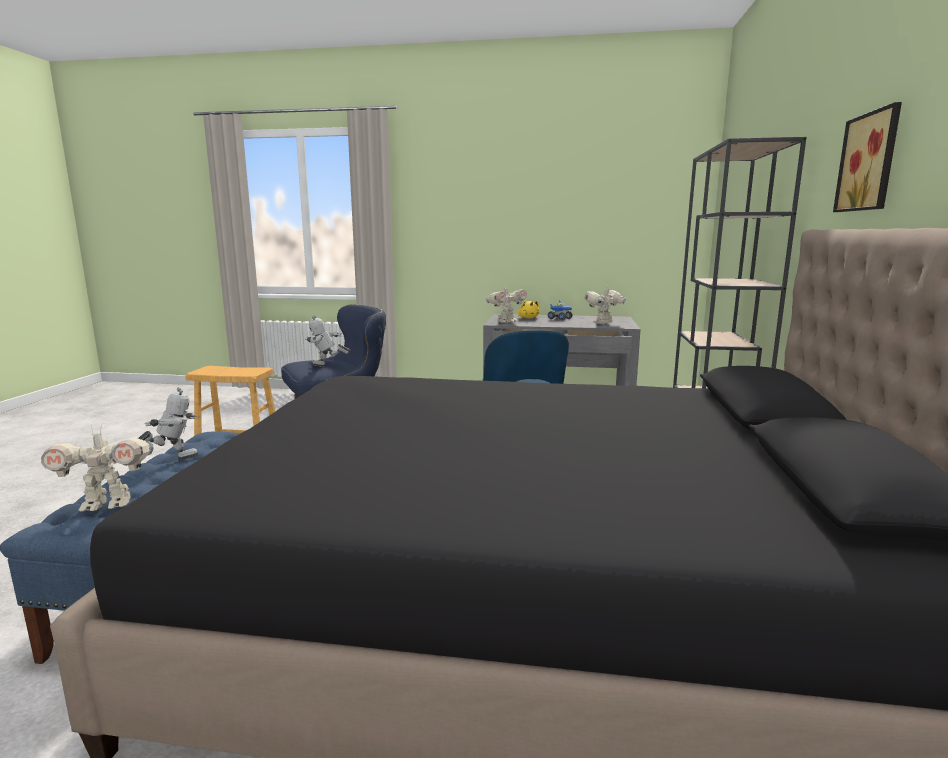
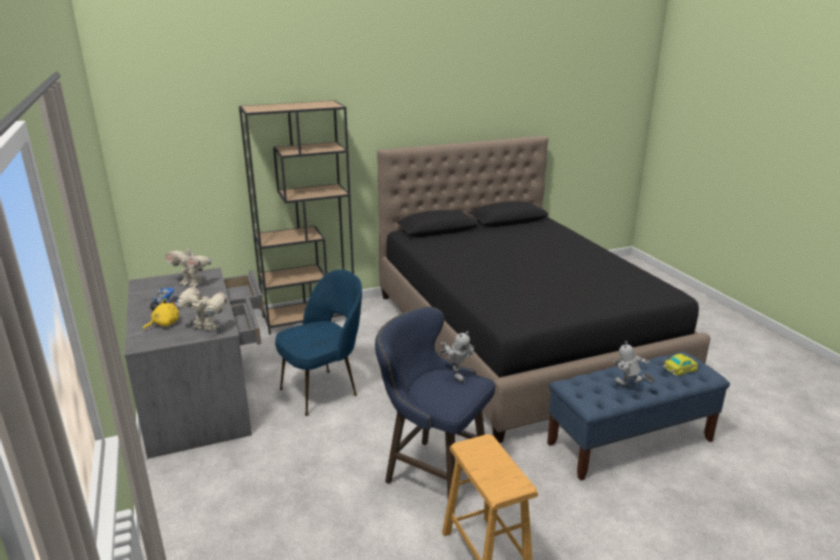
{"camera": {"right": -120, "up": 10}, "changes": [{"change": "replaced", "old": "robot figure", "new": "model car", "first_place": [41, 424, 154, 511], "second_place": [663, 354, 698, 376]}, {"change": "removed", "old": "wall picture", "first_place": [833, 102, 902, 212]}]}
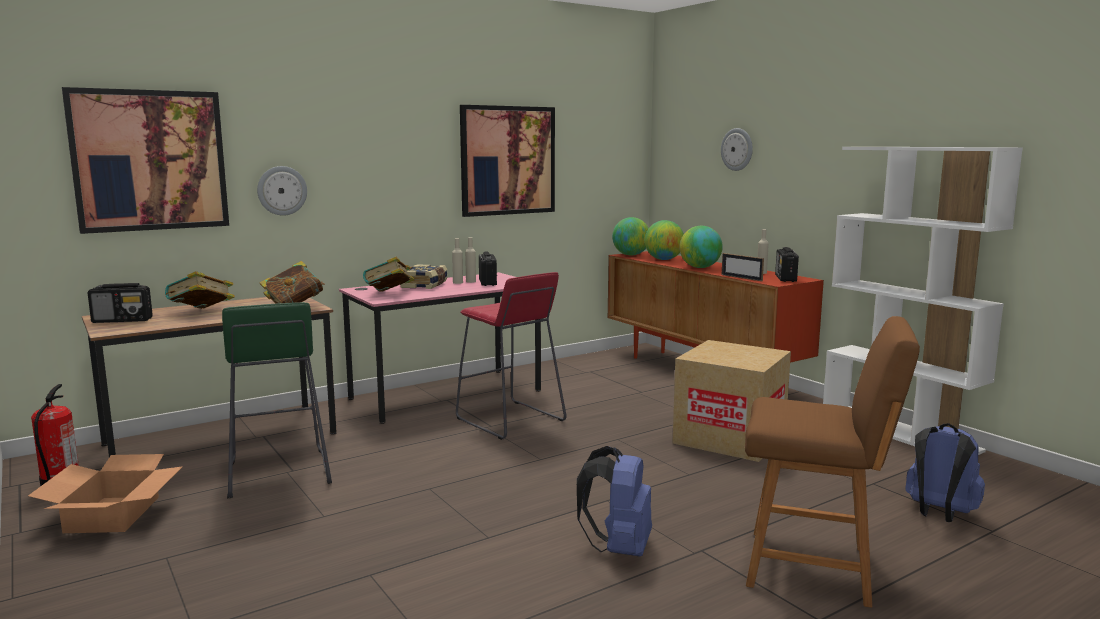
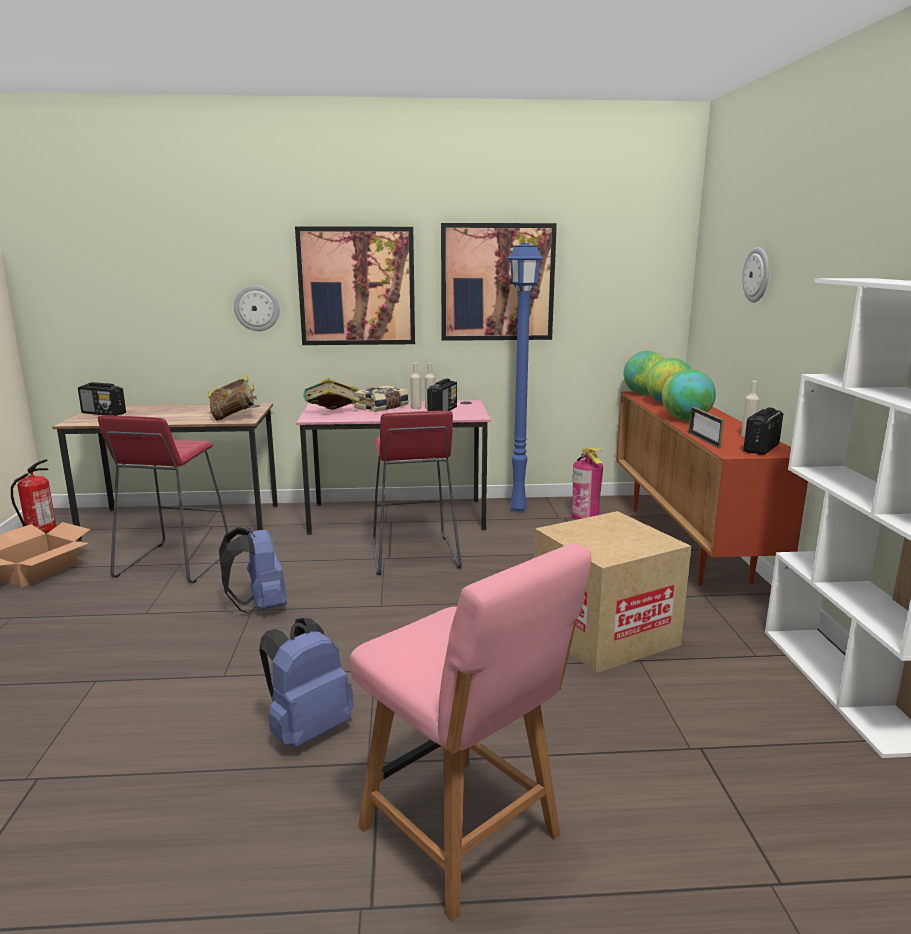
{"camera": {"right": 30, "up": 5}, "changes": [{"change": "recoloured", "old": "green-coloured stool", "new": "reddish stool", "first_place": [222, 302, 332, 498], "second_place": [98, 415, 231, 583]}, {"change": "moved", "old": "blue-coloured knapsack", "first_place": [905, 423, 985, 522], "second_place": [219, 527, 287, 614]}, {"change": "moved", "old": "wall picture", "first_place": [62, 87, 229, 234], "second_place": [295, 226, 415, 345]}, {"change": "recoloured", "old": "brown chair", "new": "pinkish chair", "first_place": [745, 316, 920, 608], "second_place": [350, 543, 591, 921]}, {"change": "added", "new": "blue-coloured standing lamp", "second_place": [507, 243, 544, 513]}, {"change": "added", "new": "fire extinguisher", "second_place": [572, 448, 603, 520]}, {"change": "removed", "old": "bound book", "first_place": [165, 271, 235, 309]}]}
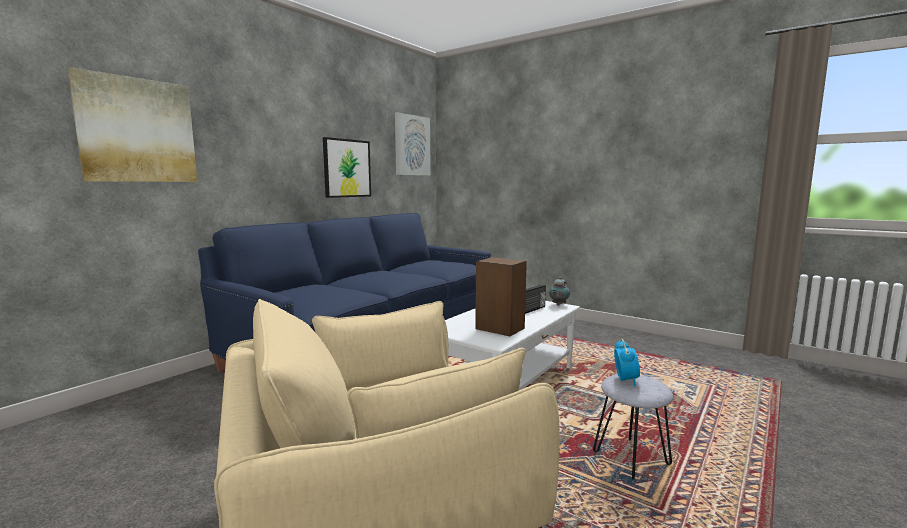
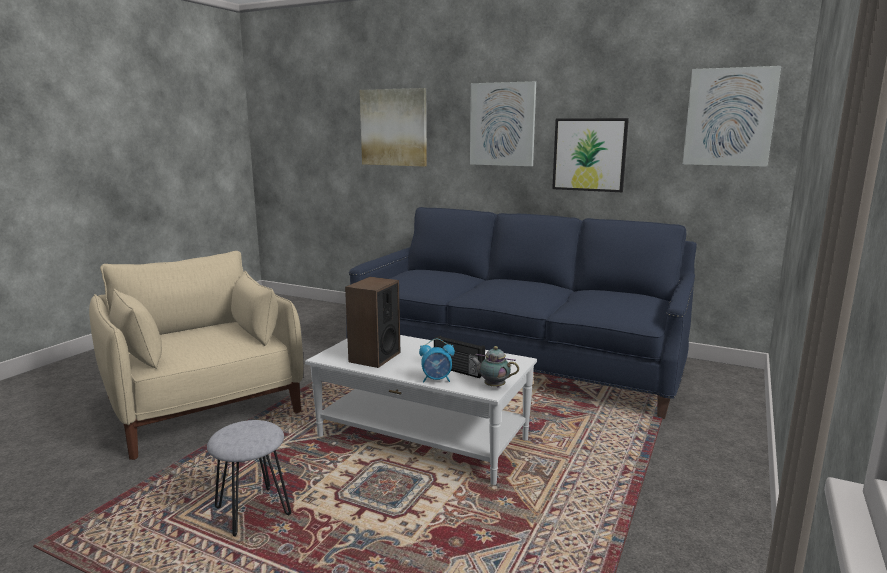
{"camera": {"right": 80, "up": 5}, "changes": [{"change": "moved", "old": "table clock", "first_place": [614, 339, 640, 386], "second_place": [419, 339, 455, 382]}, {"change": "added", "new": "wall picture", "second_place": [470, 81, 536, 166]}]}
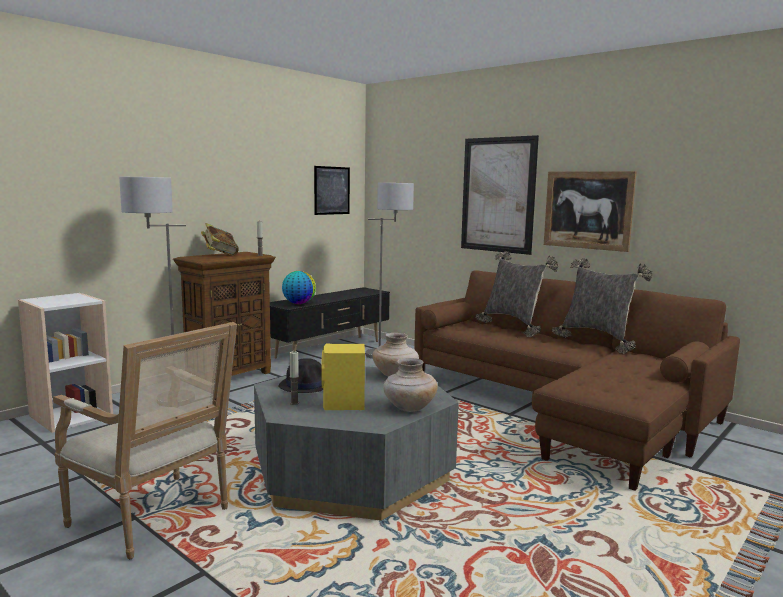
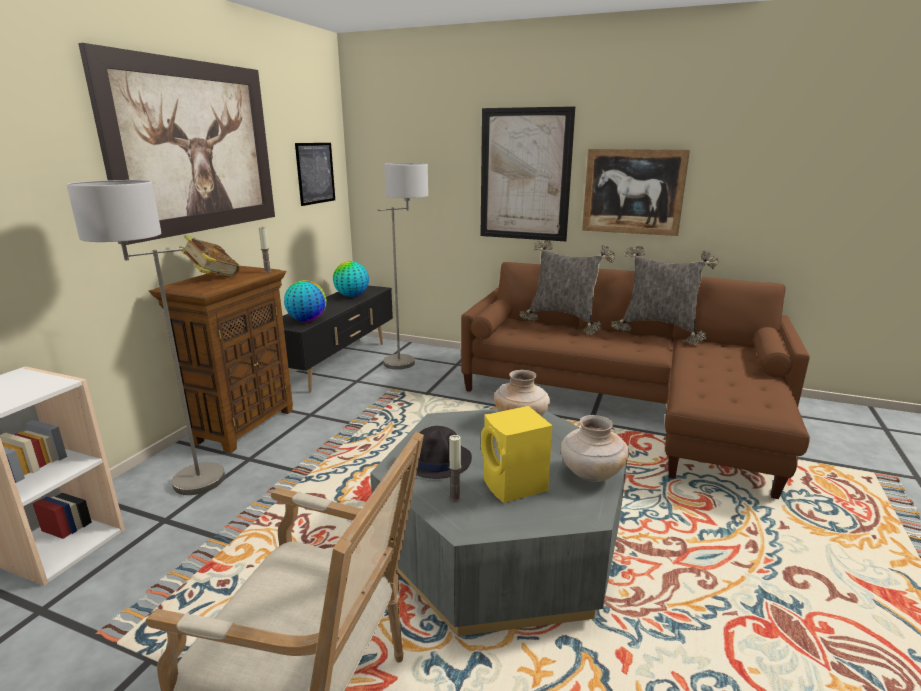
{"camera": {"right": -20, "up": 10}, "changes": [{"change": "added", "new": "wall picture", "second_place": [78, 43, 275, 245]}, {"change": "added", "new": "world globe", "second_place": [333, 261, 369, 297]}]}
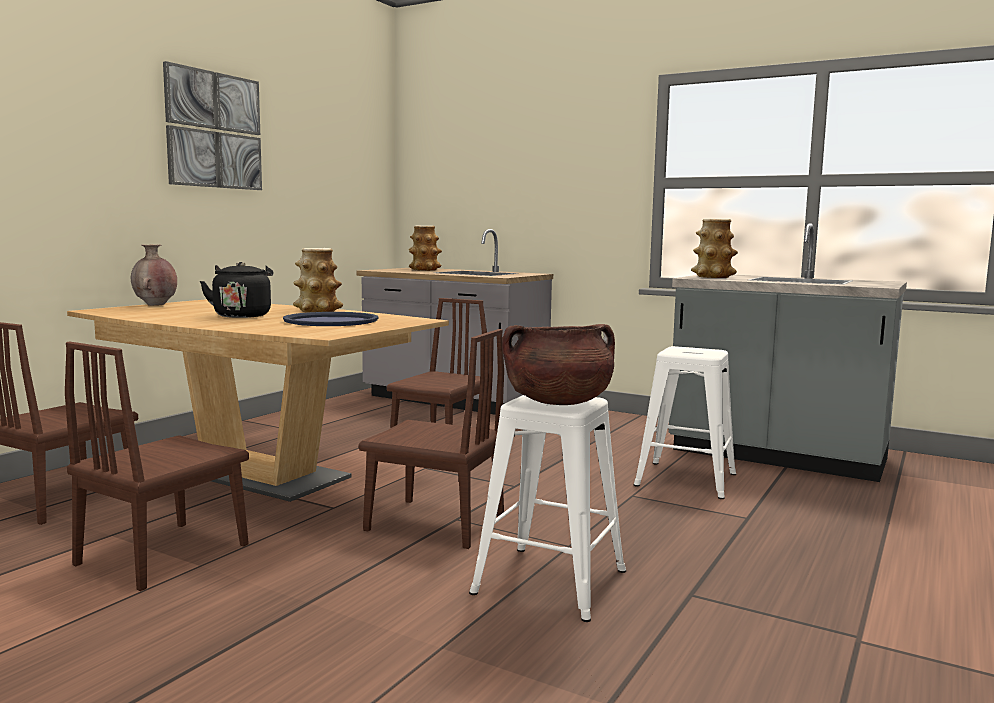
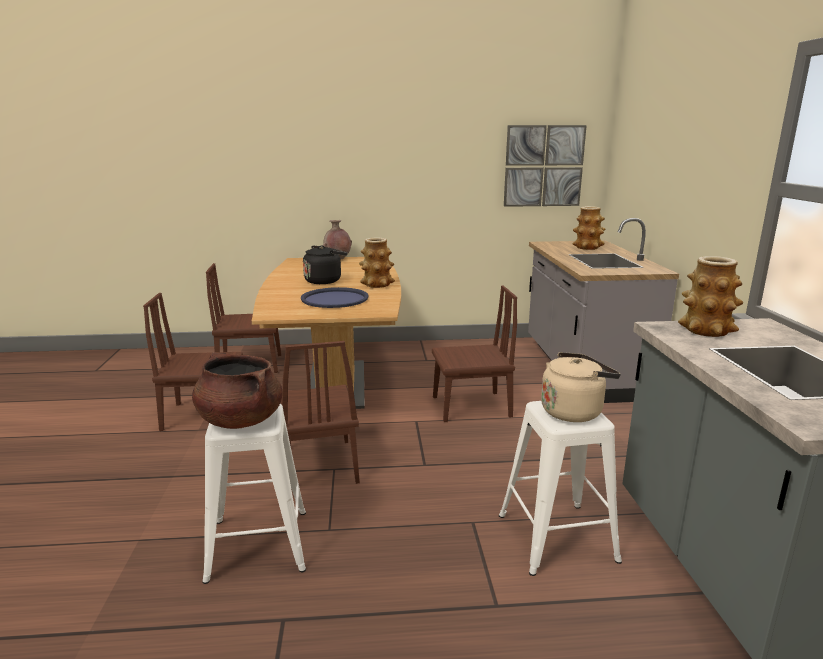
{"camera": {"right": 55, "up": 10}, "changes": [{"change": "moved", "old": "wall picture", "first_place": [163, 61, 262, 190], "second_place": [504, 125, 587, 207]}, {"change": "added", "new": "beige-coloured water kettle", "second_place": [541, 352, 621, 422]}]}
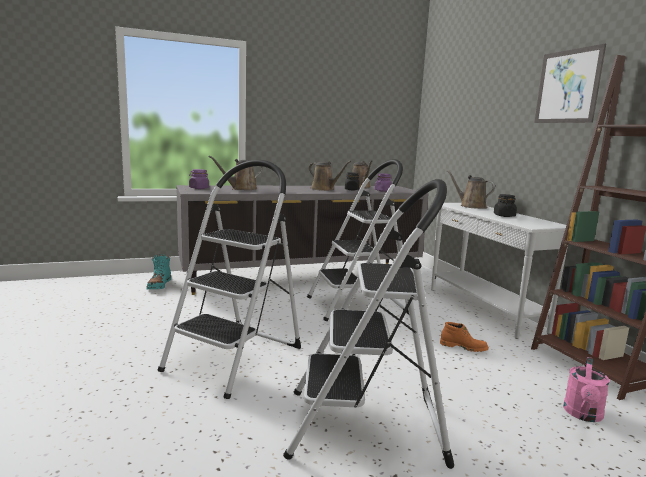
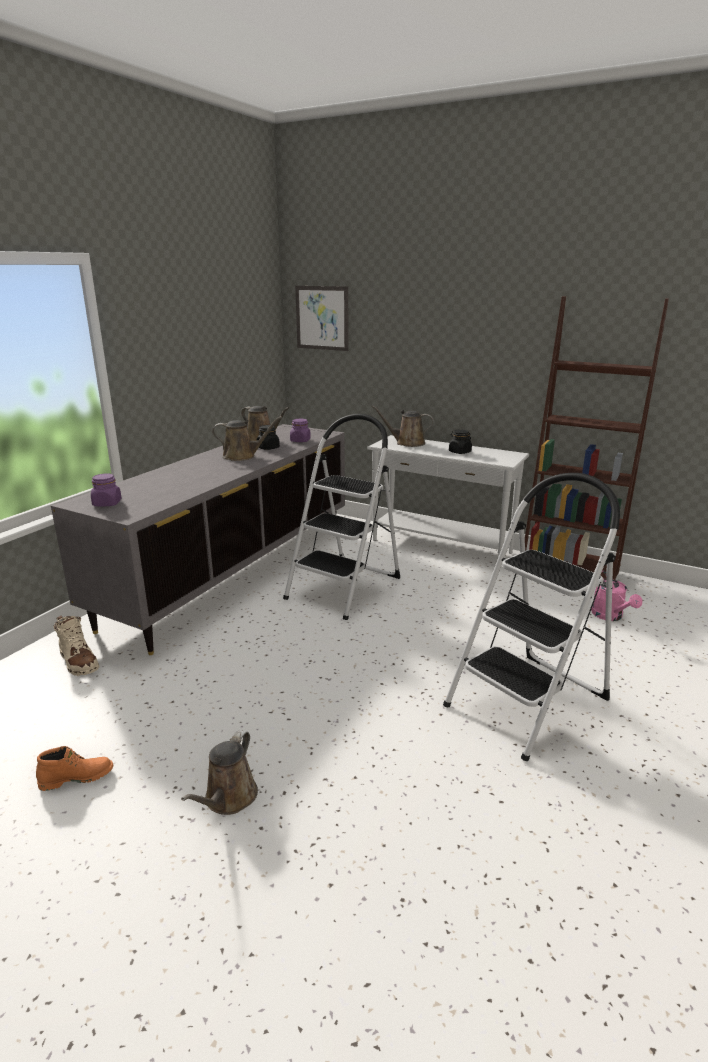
{"camera": {"right": -40, "up": 10}, "changes": [{"change": "moved", "old": "orange-coloured boot", "first_place": [440, 322, 489, 352], "second_place": [36, 746, 114, 791]}, {"change": "recoloured", "old": "turquoise boot", "new": "beige-coloured boot", "first_place": [147, 254, 171, 289], "second_place": [54, 616, 99, 676]}, {"change": "moved", "old": "brown watering can", "first_place": [209, 156, 263, 190], "second_place": [181, 730, 258, 815]}, {"change": "moved", "old": "wall picture", "first_place": [534, 44, 606, 123], "second_place": [295, 286, 349, 351]}, {"change": "removed", "old": "step ladder", "first_place": [157, 160, 301, 399]}]}
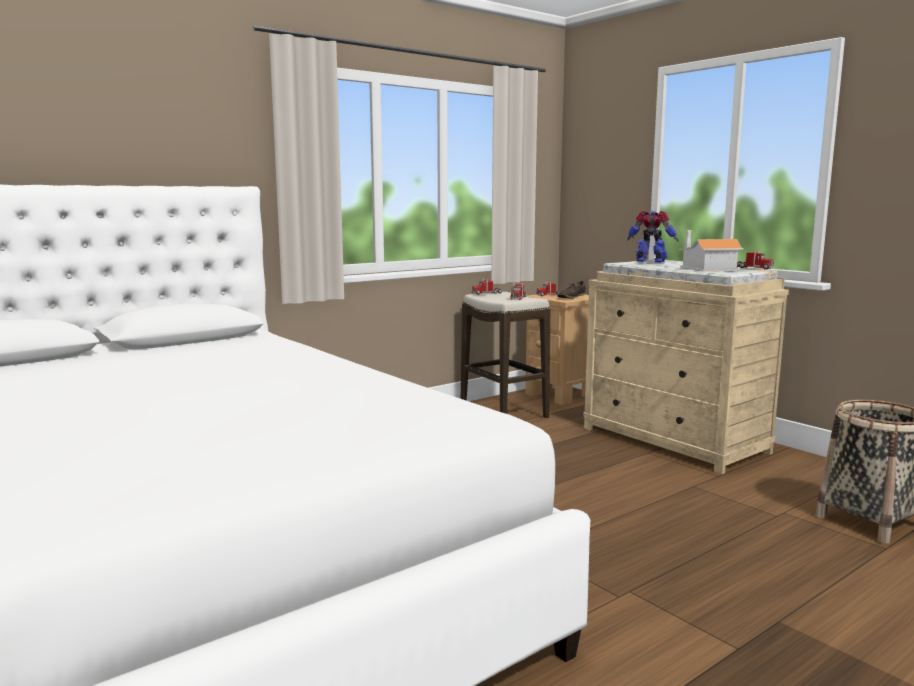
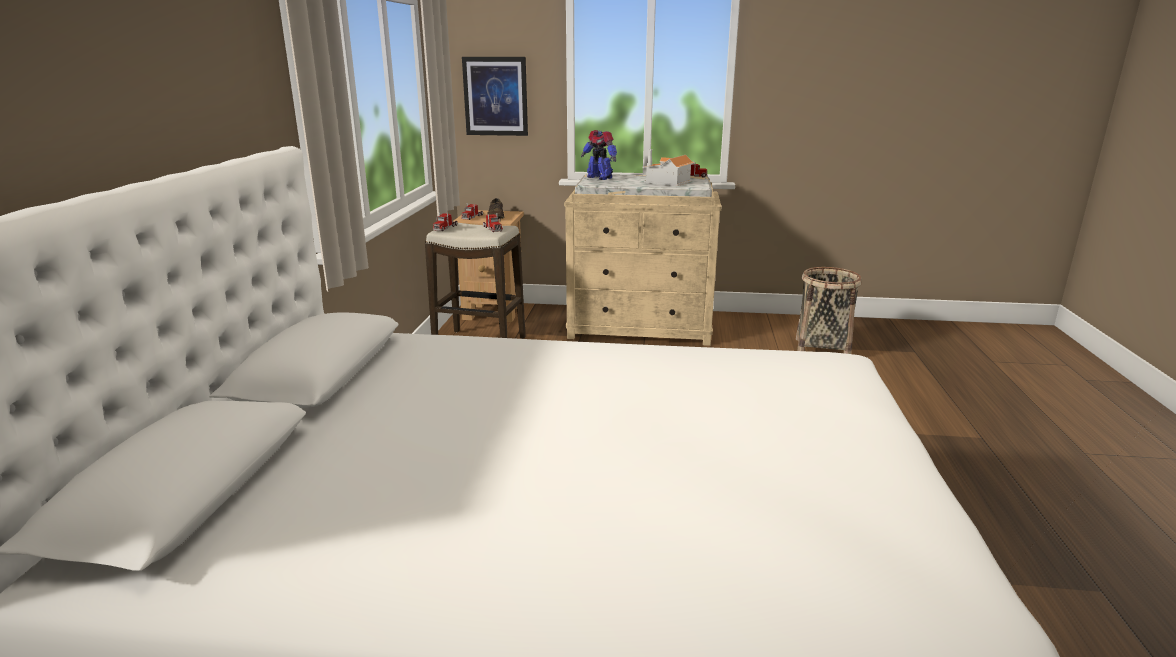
{"camera": {"right": -45, "up": 10}, "changes": [{"change": "added", "new": "wall picture", "second_place": [462, 57, 528, 136]}, {"change": "turned", "old": "robot figure", "first_place": [627, 211, 679, 262], "second_place": [581, 130, 617, 180], "degrees": -120}]}
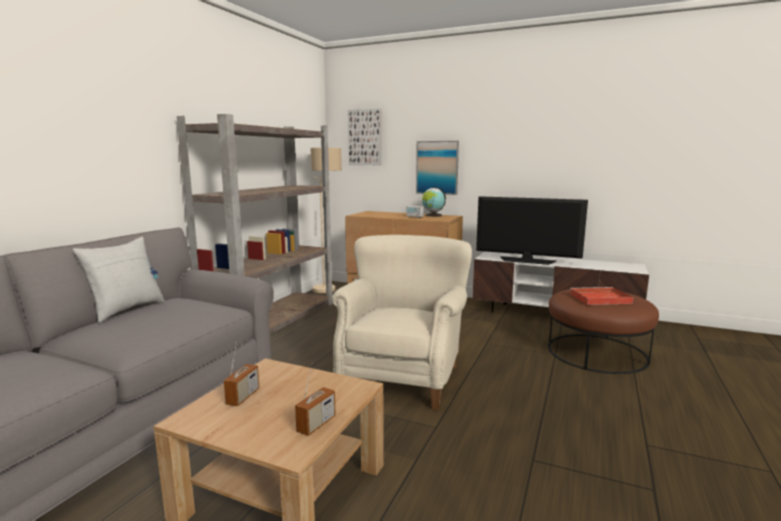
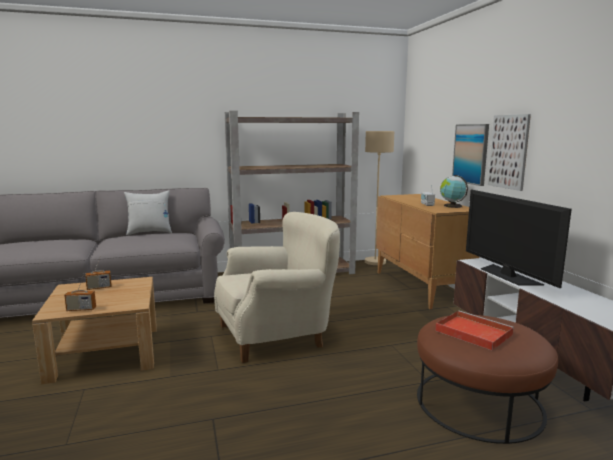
{"camera": {"right": 50, "up": 0}, "changes": [{"change": "moved", "old": "wall picture", "first_place": [348, 108, 382, 165], "second_place": [488, 114, 531, 191]}]}
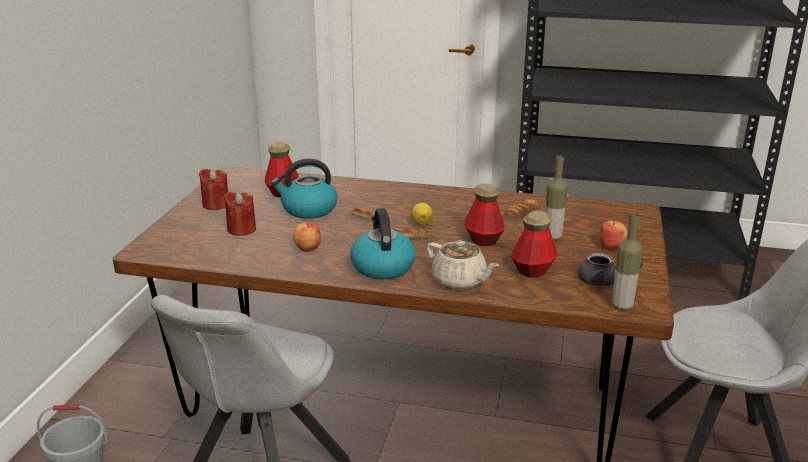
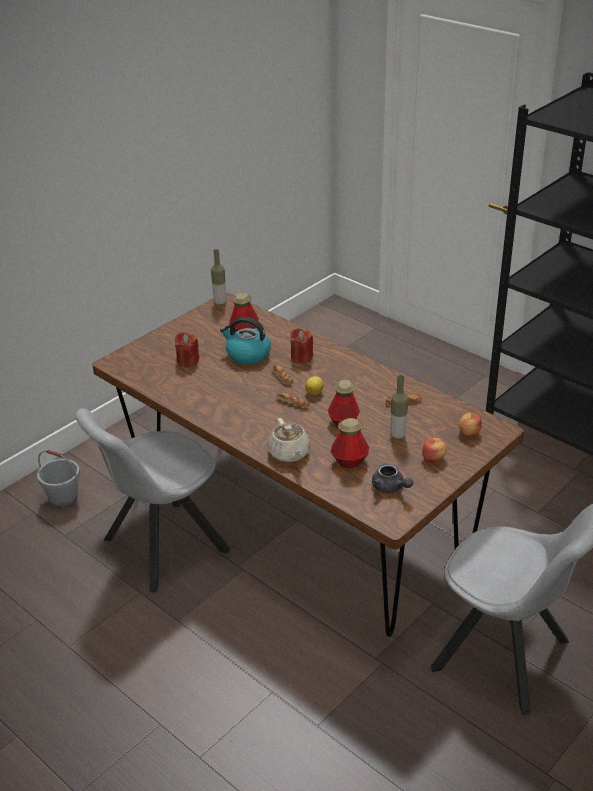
{"camera": {"right": 30, "up": 10}, "changes": [{"change": "moved", "old": "drink bottle", "first_place": [612, 213, 643, 311], "second_place": [211, 249, 226, 306]}, {"change": "moved", "old": "reddish wax candle", "first_place": [199, 168, 228, 210], "second_place": [291, 328, 313, 364]}, {"change": "moved", "old": "whole apple", "first_place": [293, 221, 321, 252], "second_place": [458, 413, 482, 437]}, {"change": "removed", "old": "water kettle", "first_place": [350, 208, 416, 279]}]}
